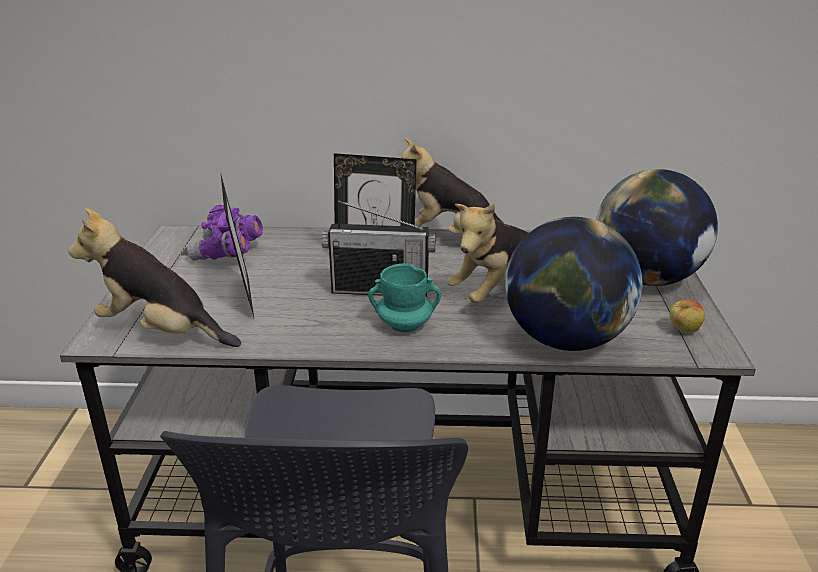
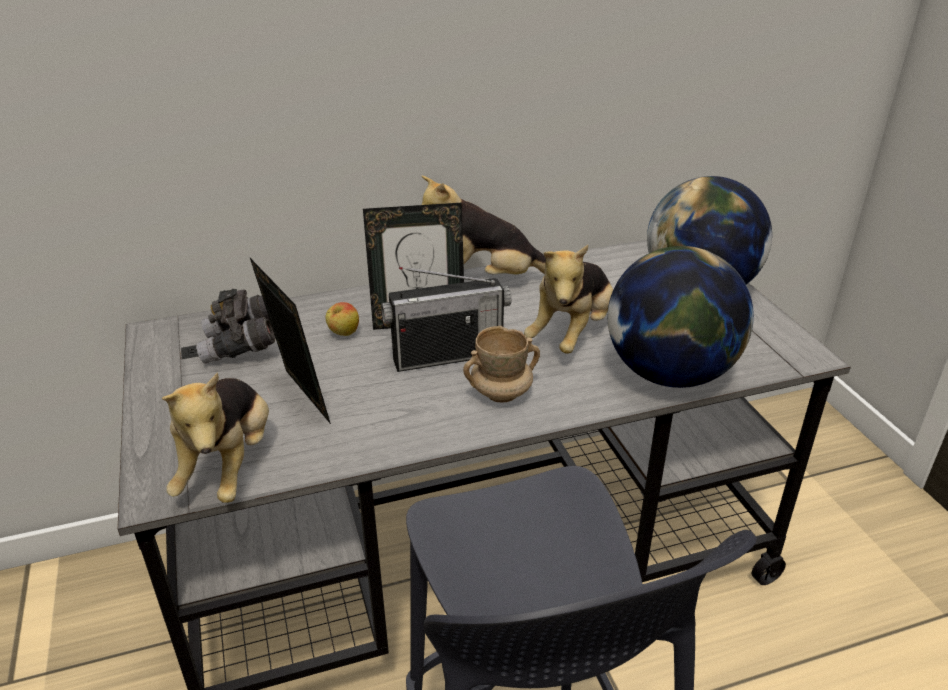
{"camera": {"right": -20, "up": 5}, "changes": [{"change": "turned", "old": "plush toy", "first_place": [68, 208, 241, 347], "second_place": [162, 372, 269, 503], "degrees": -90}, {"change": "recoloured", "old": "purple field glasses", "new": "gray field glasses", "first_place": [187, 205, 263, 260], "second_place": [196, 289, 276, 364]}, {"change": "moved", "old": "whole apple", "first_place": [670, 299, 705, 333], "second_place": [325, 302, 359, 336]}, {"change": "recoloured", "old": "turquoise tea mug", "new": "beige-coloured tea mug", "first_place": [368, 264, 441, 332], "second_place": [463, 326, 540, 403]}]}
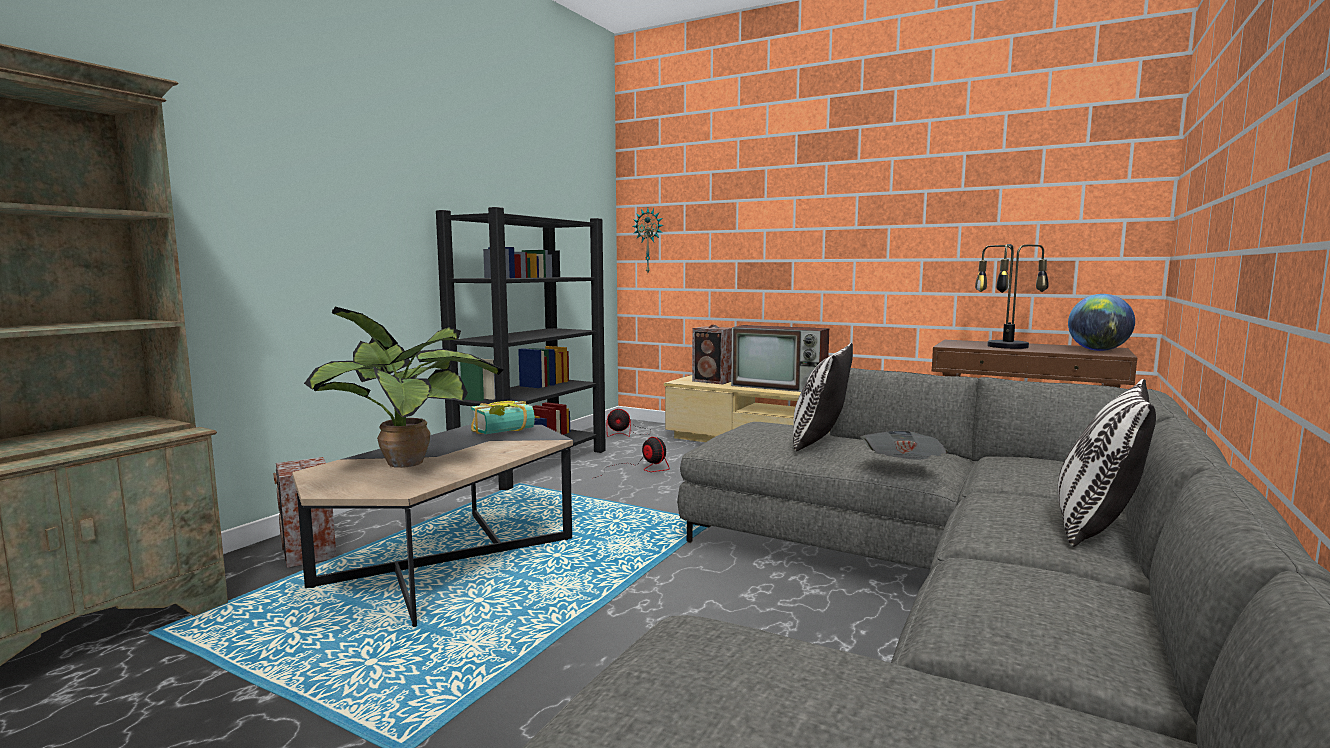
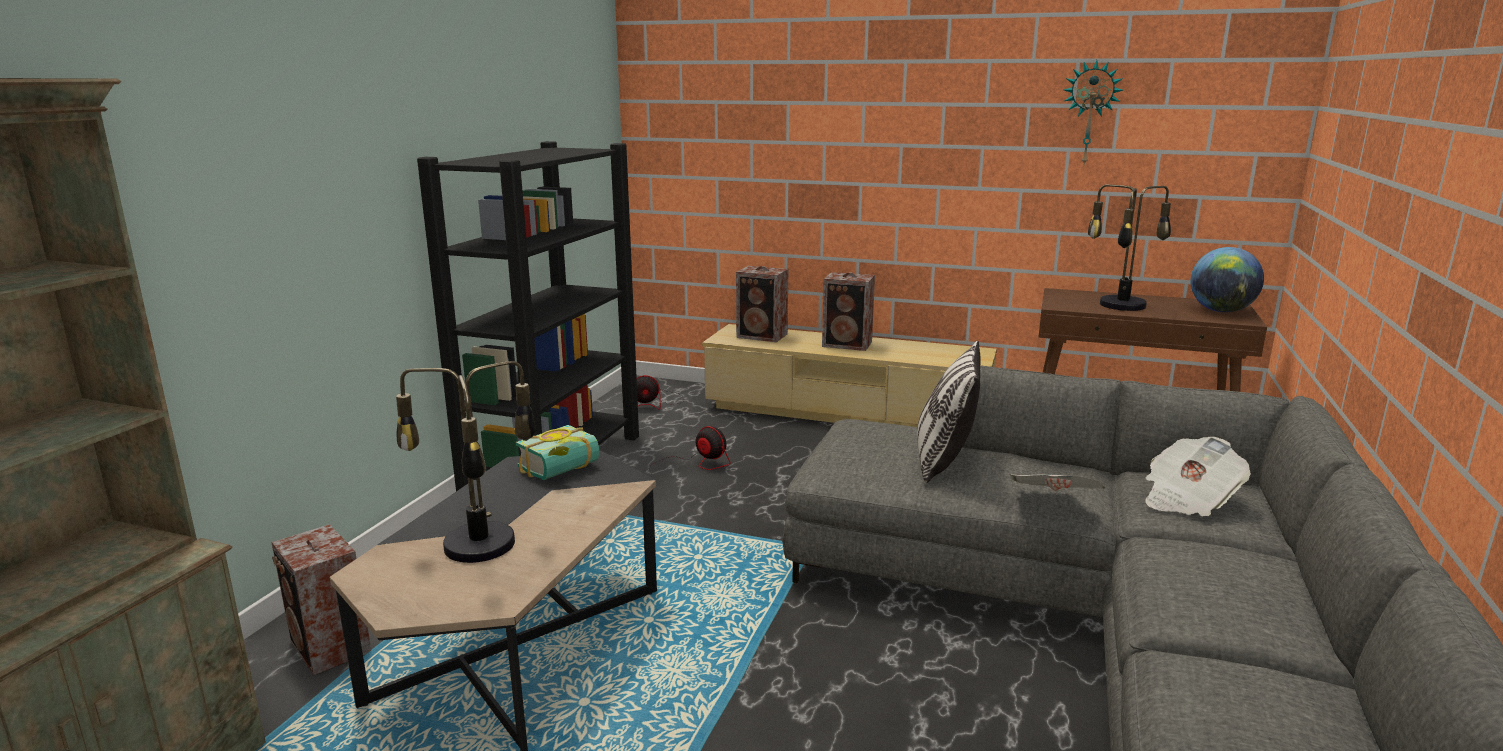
{"camera": {"right": -10, "up": 10}, "changes": [{"change": "replaced", "old": "plant in a pot", "new": "table lamp", "first_place": [304, 307, 503, 468], "second_place": [396, 361, 536, 563]}, {"change": "replaced", "old": "TV", "new": "audio speaker", "first_place": [731, 325, 829, 392], "second_place": [822, 272, 875, 351]}, {"change": "moved", "old": "hanging clock", "first_place": [632, 208, 664, 273], "second_place": [1064, 60, 1123, 165]}, {"change": "added", "new": "daily paper", "second_place": [1145, 437, 1251, 516]}, {"change": "removed", "old": "pillow", "first_place": [1058, 379, 1156, 547]}]}
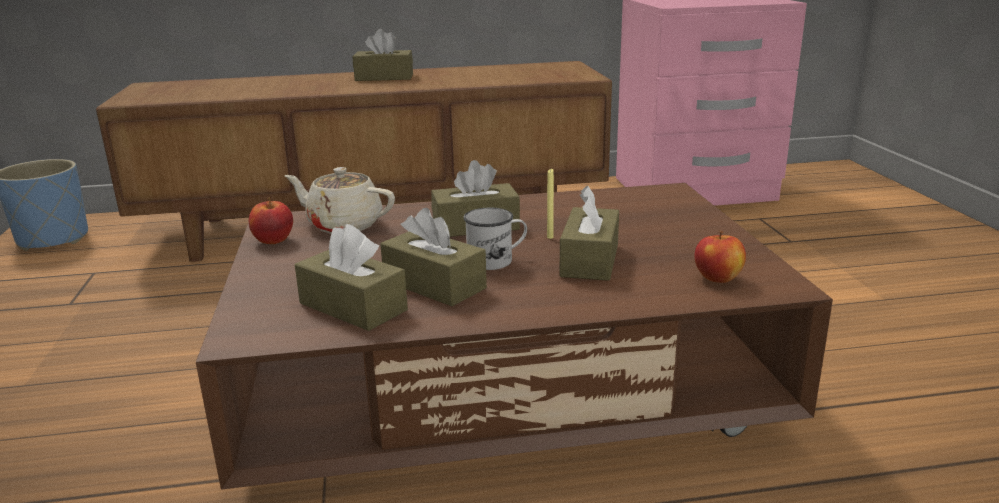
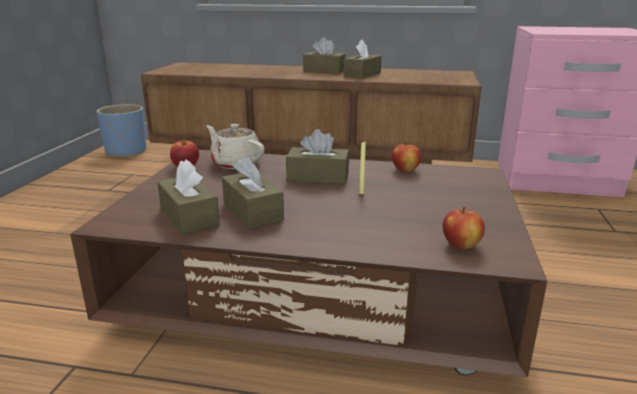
{"camera": {"right": 20, "up": 0}, "changes": [{"change": "moved", "old": "brown tissue holder", "first_place": [559, 185, 619, 281], "second_place": [344, 39, 382, 79]}, {"change": "added", "new": "whole apple", "second_place": [392, 141, 421, 172]}, {"change": "removed", "old": "white tea mug", "first_place": [463, 208, 527, 270]}]}
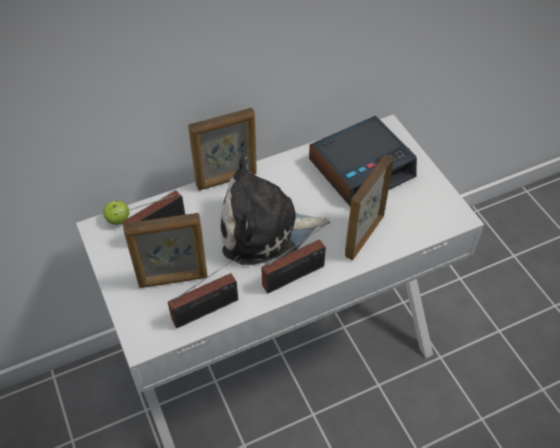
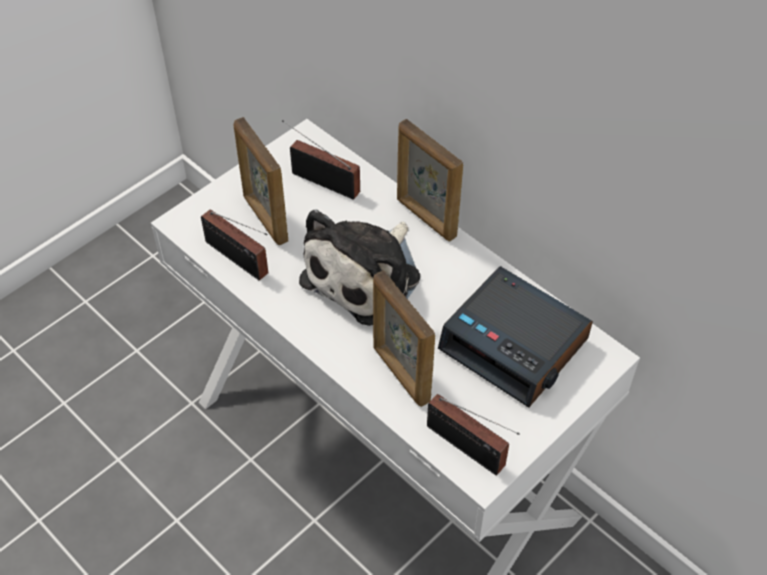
{"camera": {"right": 70, "up": 0}, "changes": [{"change": "turned", "old": "plush toy", "first_place": [220, 156, 329, 265], "second_place": [299, 209, 420, 326], "degrees": -120}, {"change": "turned", "old": "standing frame", "first_place": [345, 155, 394, 260], "second_place": [373, 270, 435, 407], "degrees": -135}, {"change": "moved", "old": "radio", "first_place": [261, 221, 330, 293], "second_place": [427, 394, 520, 476]}, {"change": "removed", "old": "whole apple", "first_place": [103, 201, 129, 225]}]}
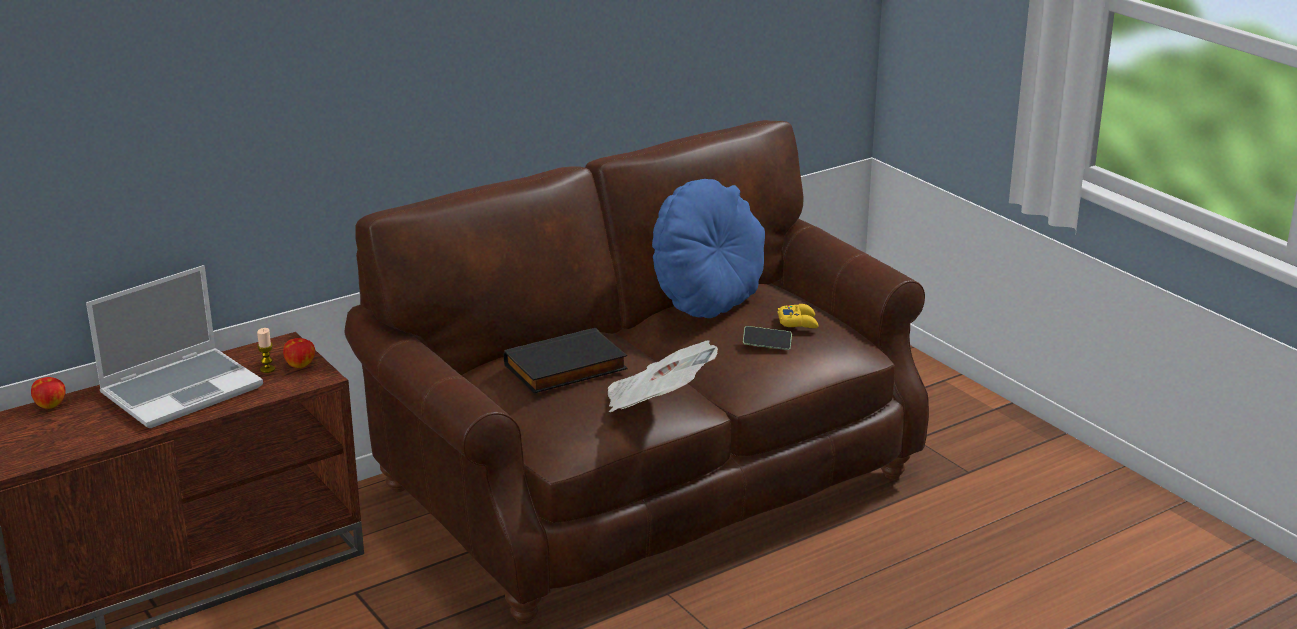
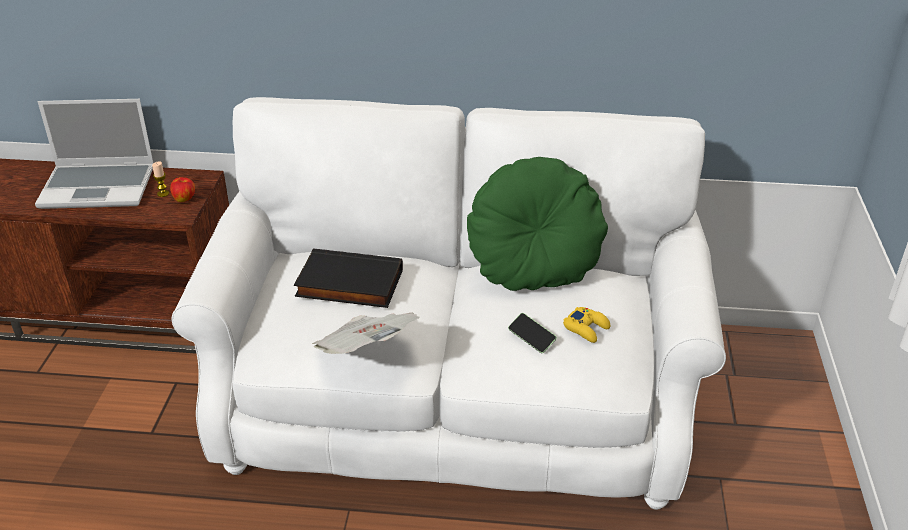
{"camera": {"right": 40, "up": 10}, "changes": [{"change": "recoloured", "old": "brown sofa", "new": "white sofa", "first_place": [344, 120, 929, 624], "second_place": [172, 97, 726, 510]}, {"change": "recoloured", "old": "blue-coloured pillow", "new": "green-coloured pillow", "first_place": [652, 179, 765, 318], "second_place": [467, 157, 608, 291]}, {"change": "removed", "old": "whole apple", "first_place": [31, 377, 66, 409]}]}
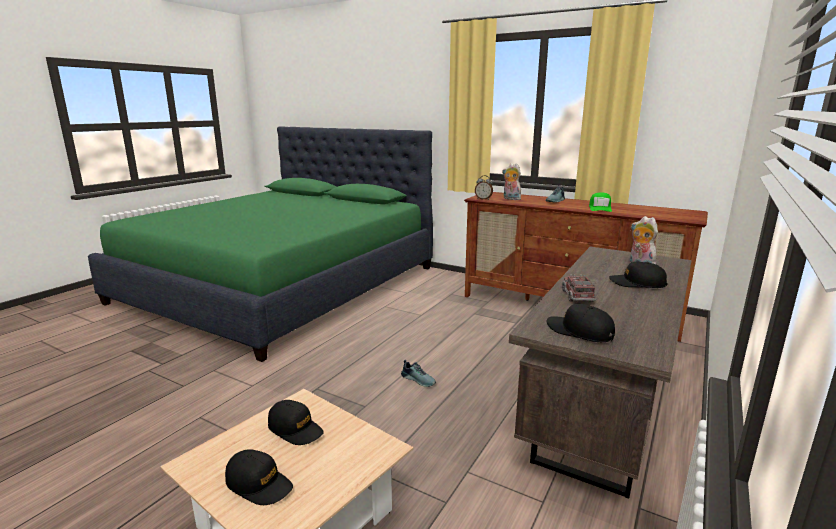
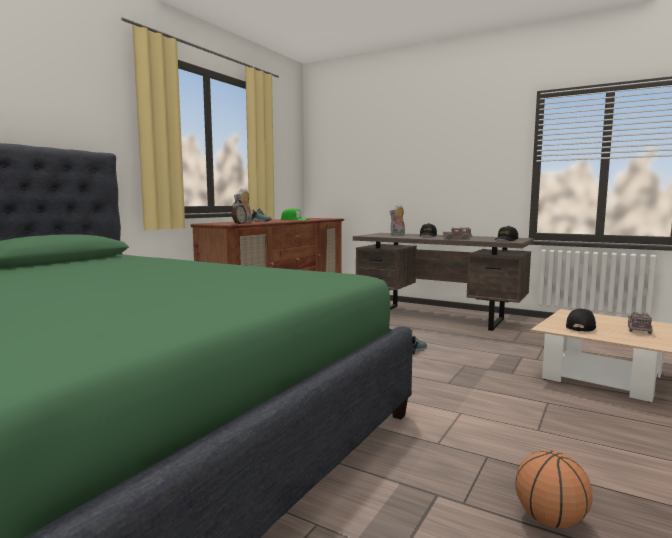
{"camera": {"right": -90, "up": -10}, "changes": [{"change": "added", "new": "ball for basketball", "second_place": [515, 450, 593, 528]}, {"change": "replaced", "old": "black cap", "new": "toy lorry", "first_place": [225, 449, 293, 505], "second_place": [628, 312, 653, 334]}]}
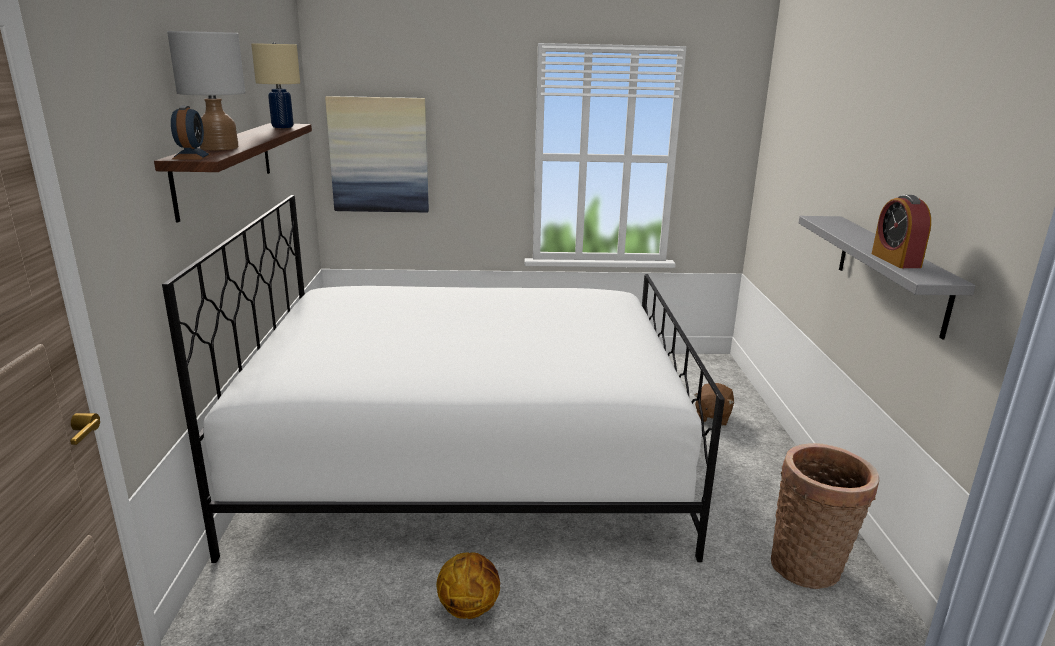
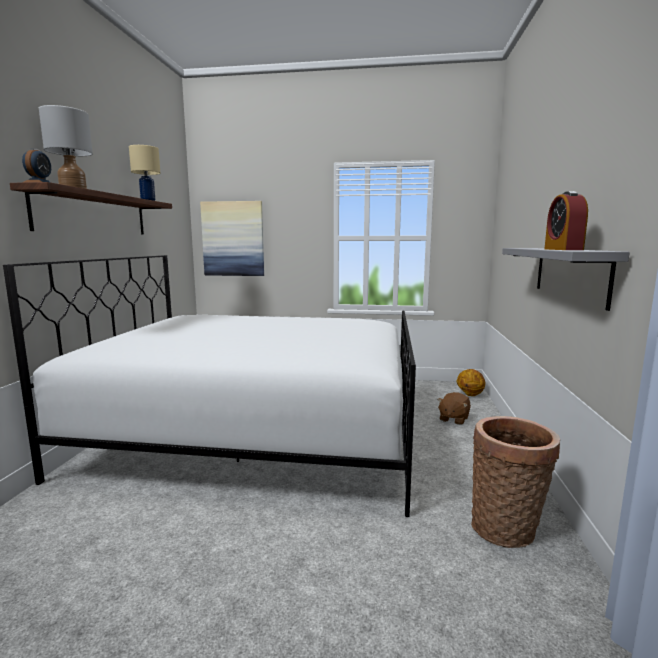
{"camera": {"right": 10, "up": -10}, "changes": [{"change": "moved", "old": "ball for basketball", "first_place": [436, 552, 500, 619], "second_place": [457, 369, 485, 396]}]}
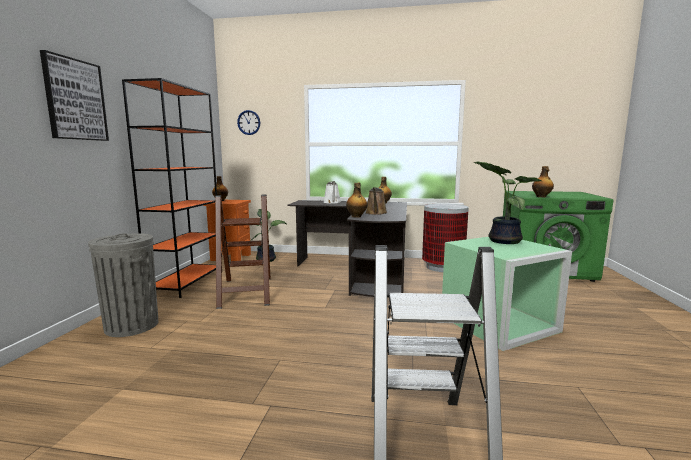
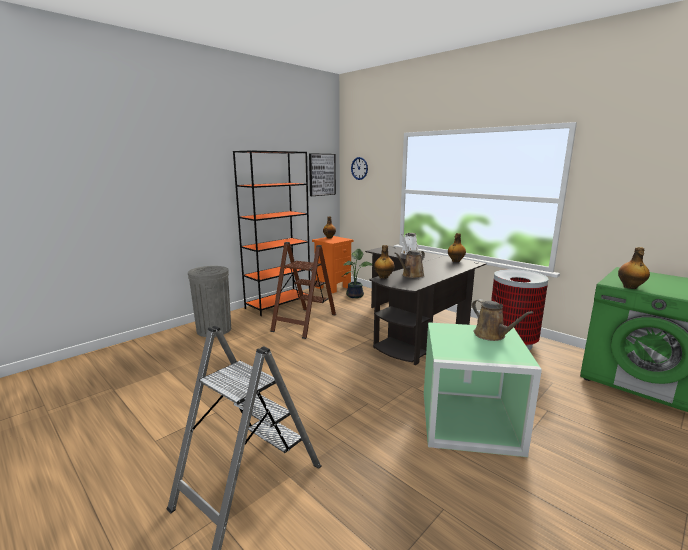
{"camera": {"right": 35, "up": 5}, "changes": [{"change": "moved", "old": "wall picture", "first_place": [40, 50, 109, 141], "second_place": [309, 153, 336, 196]}, {"change": "replaced", "old": "plant in a pot", "new": "brown watering can", "first_place": [474, 161, 541, 244], "second_place": [472, 299, 534, 341]}]}
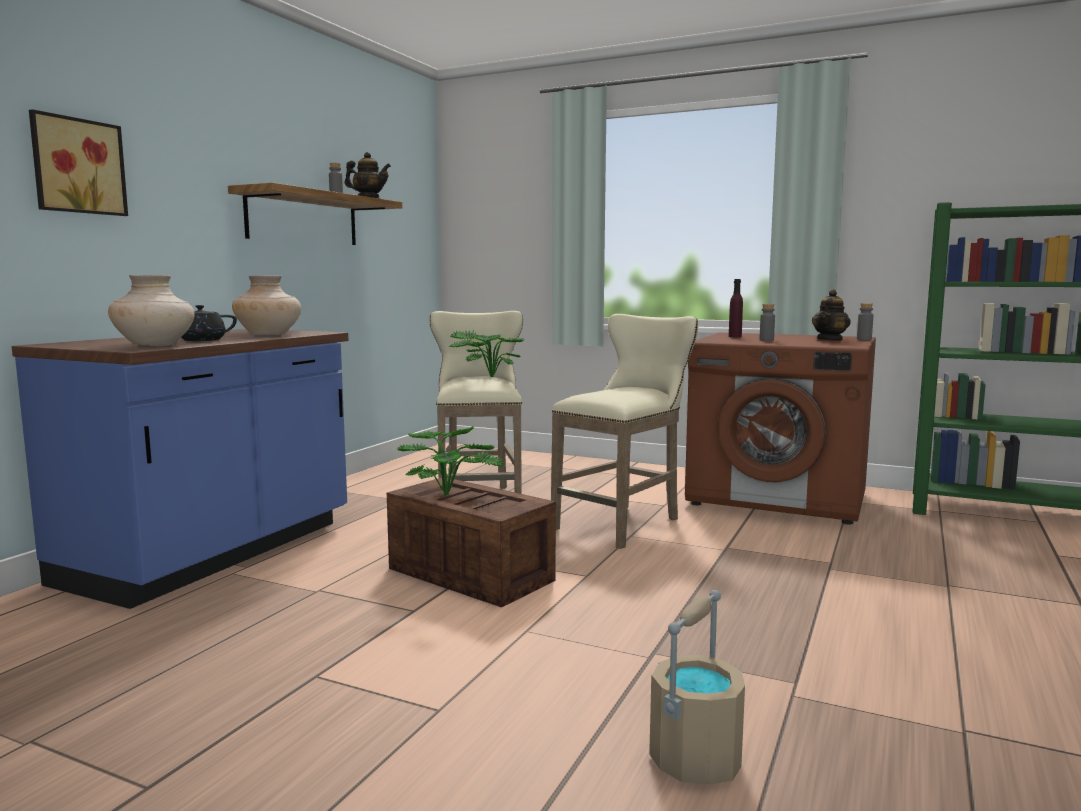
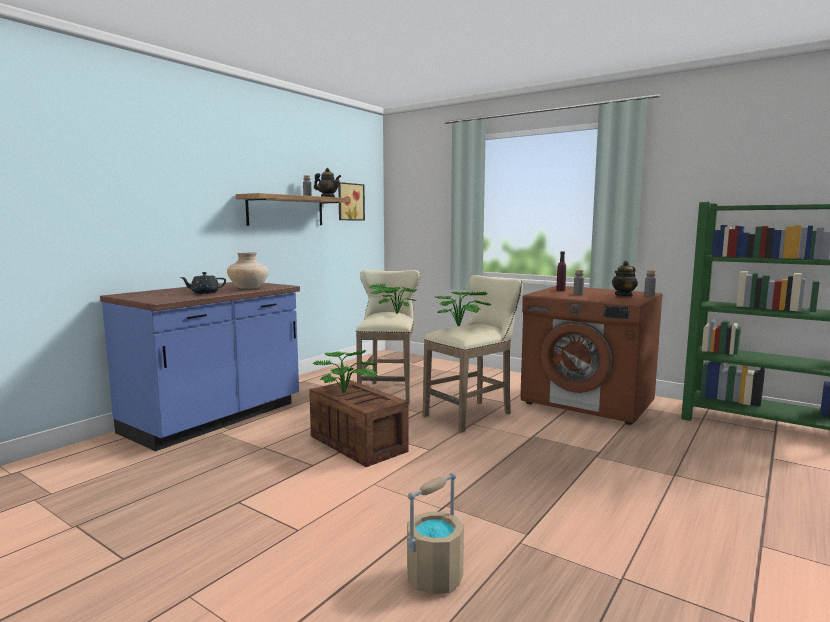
{"camera": {"right": 10, "up": 0}, "changes": [{"change": "moved", "old": "wall picture", "first_place": [29, 109, 128, 216], "second_place": [338, 182, 365, 220]}, {"change": "added", "new": "plant in a pot", "second_place": [435, 291, 492, 326]}, {"change": "removed", "old": "beige-coloured vase", "first_place": [108, 275, 195, 346]}]}
